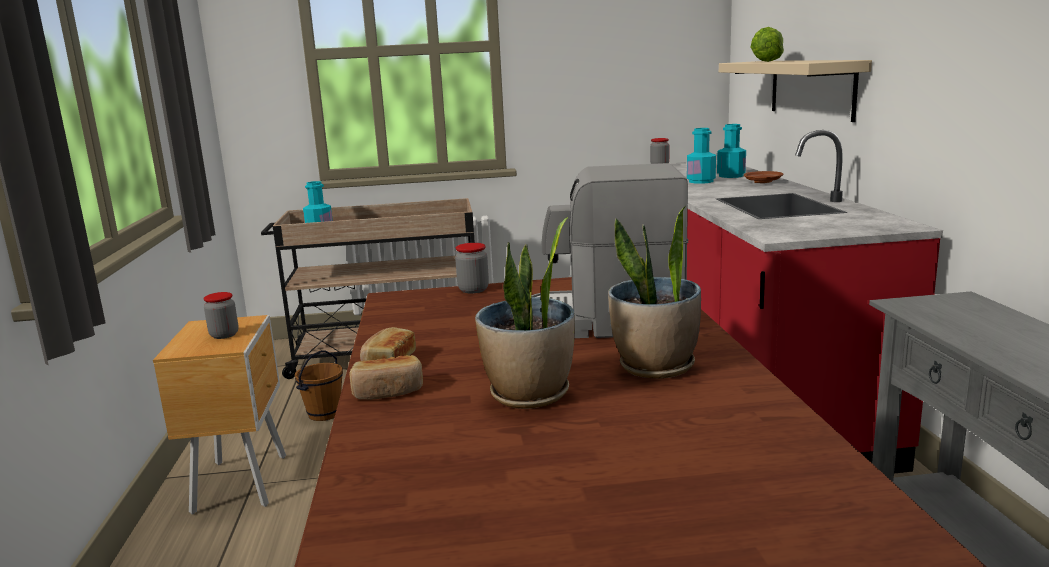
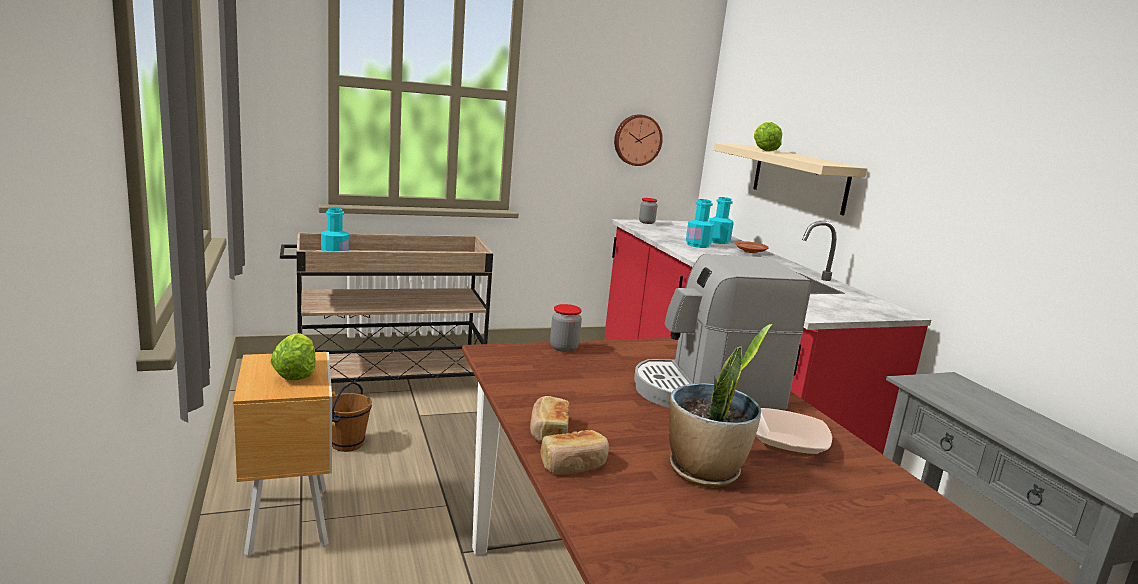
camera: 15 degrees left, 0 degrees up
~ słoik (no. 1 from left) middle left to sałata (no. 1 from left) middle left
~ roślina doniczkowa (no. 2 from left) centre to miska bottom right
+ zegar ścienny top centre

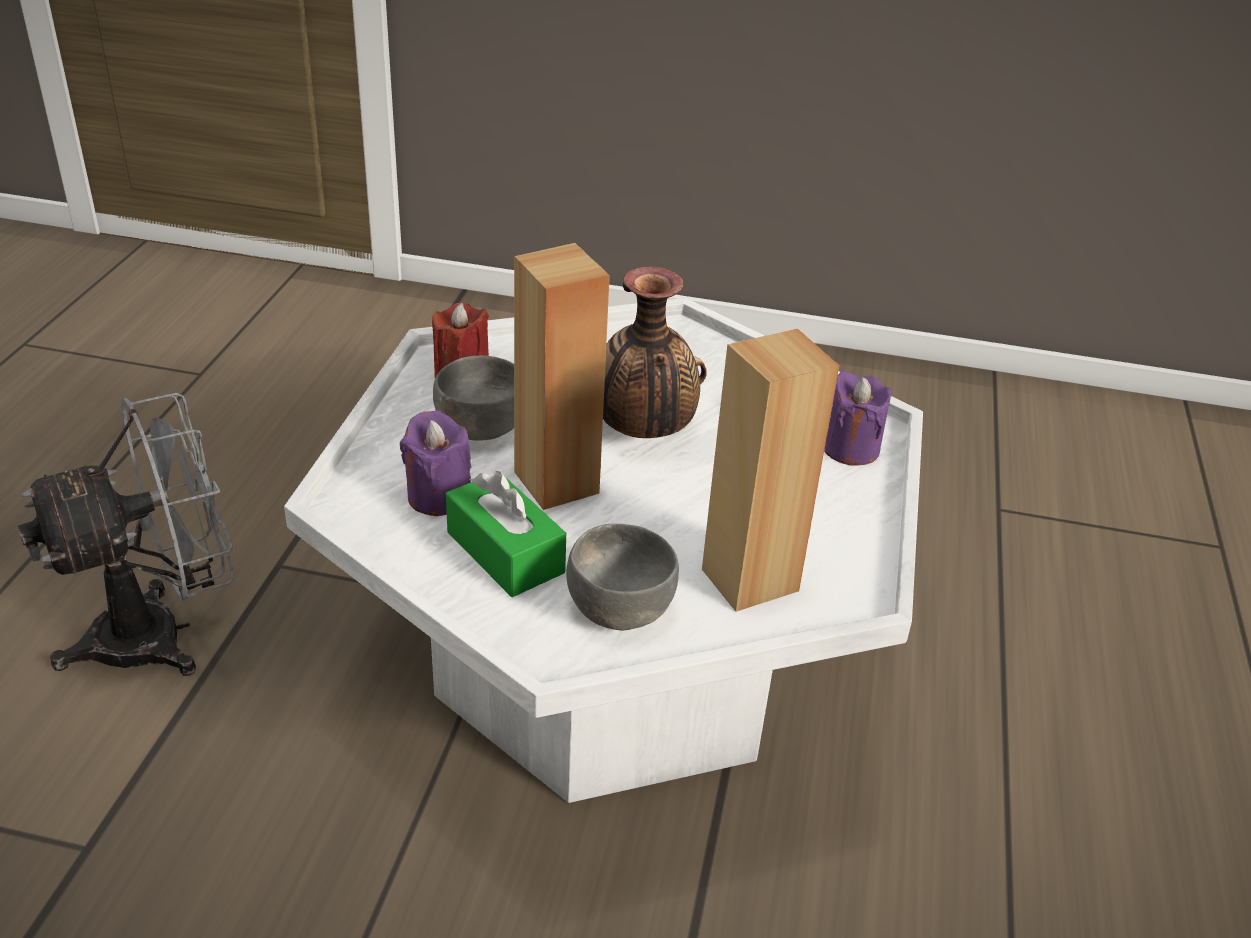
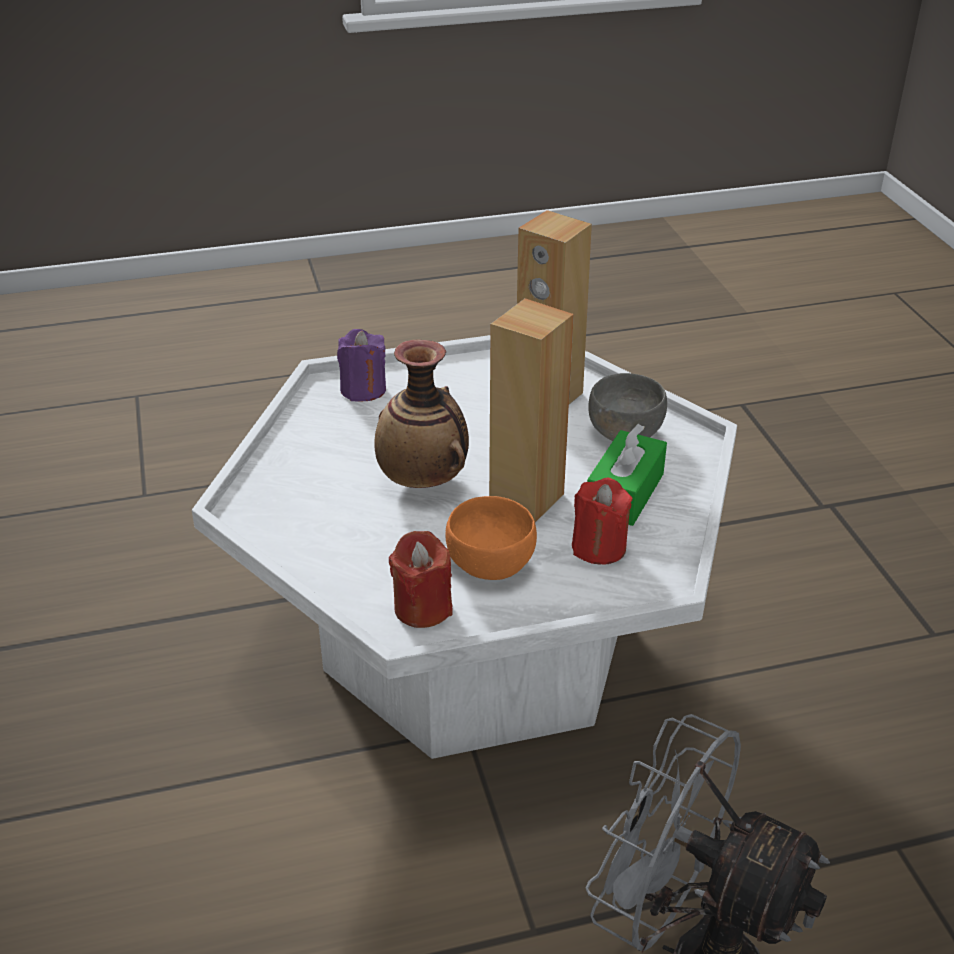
camera: 115 degrees left, 0 degrees up
~ świeca [fioletowy] (no. 1 from left) centre to świeca [czerwony] (no. 2 from left) centre
~ miska [szary] (no. 1 from left) centre to miska [pomarańczowy] centre

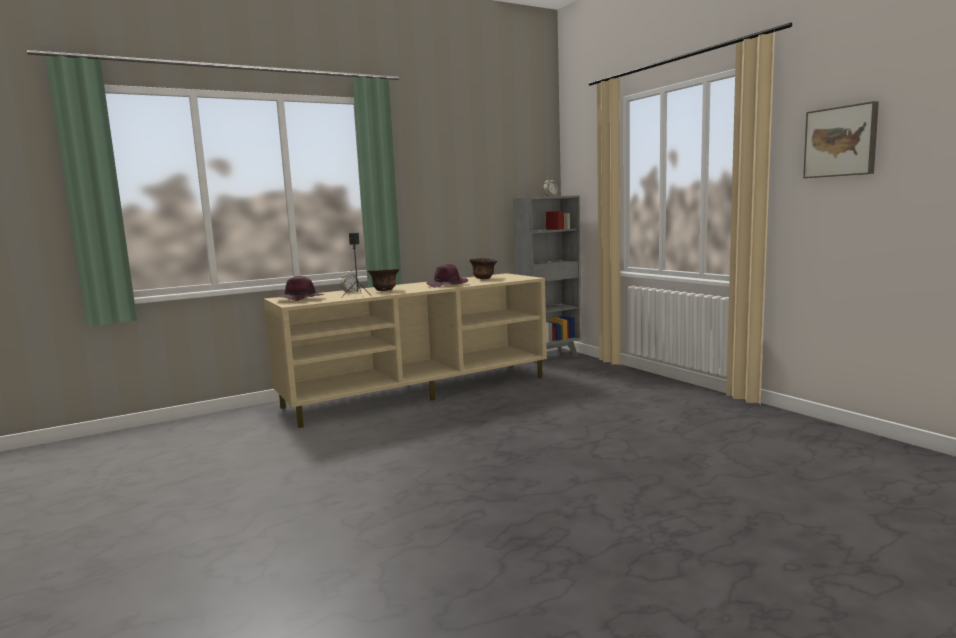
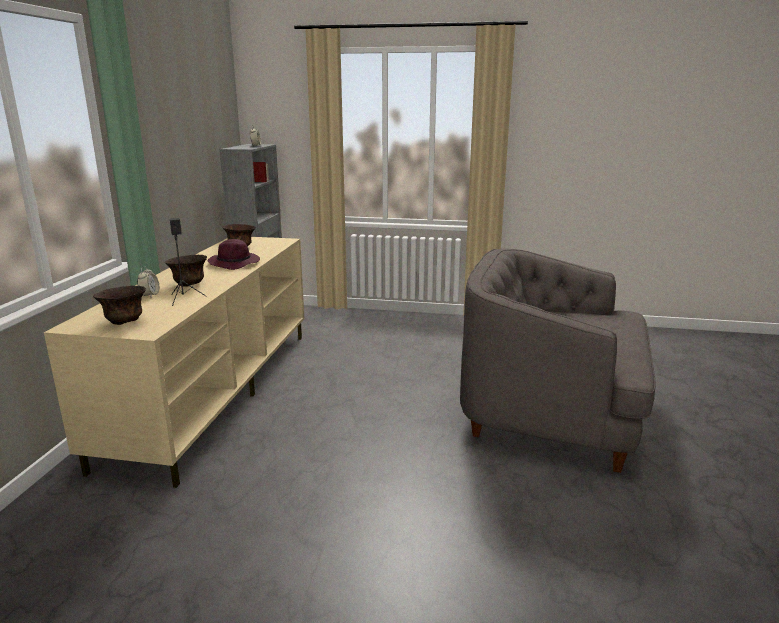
camera: 50 degrees left, 10 degrees up
~ kapelusz [fioletowy] (no. 1 from left) middle left to miska [brązowy] (no. 1 from left) middle left
- obraz top right
+ fotel [szary] middle right

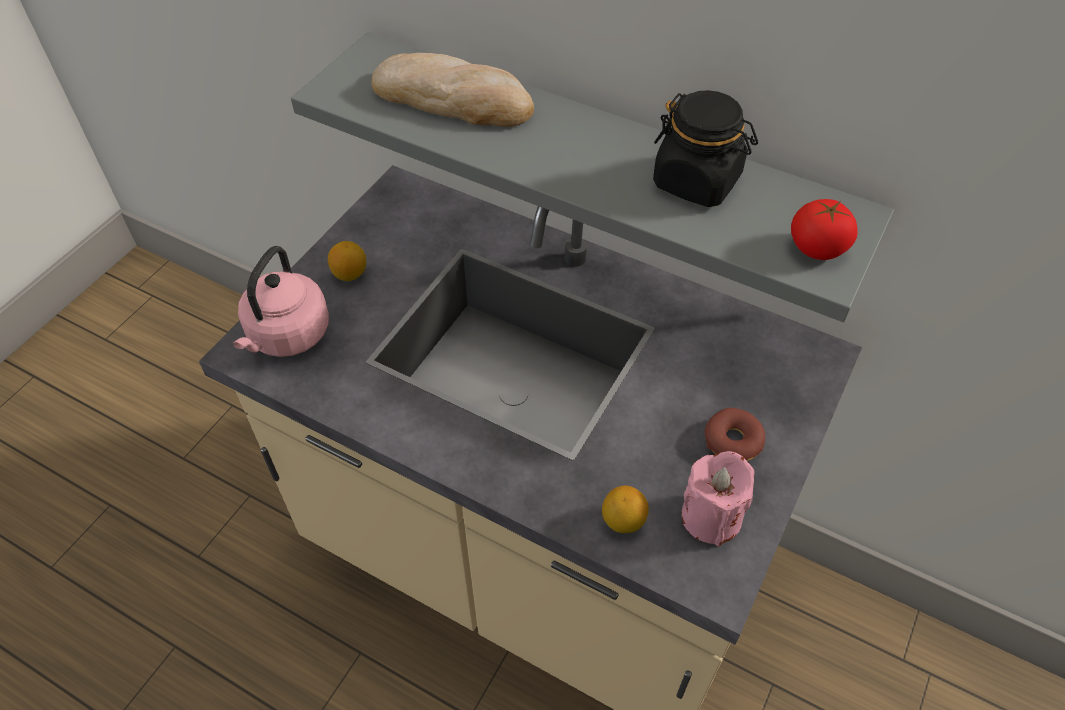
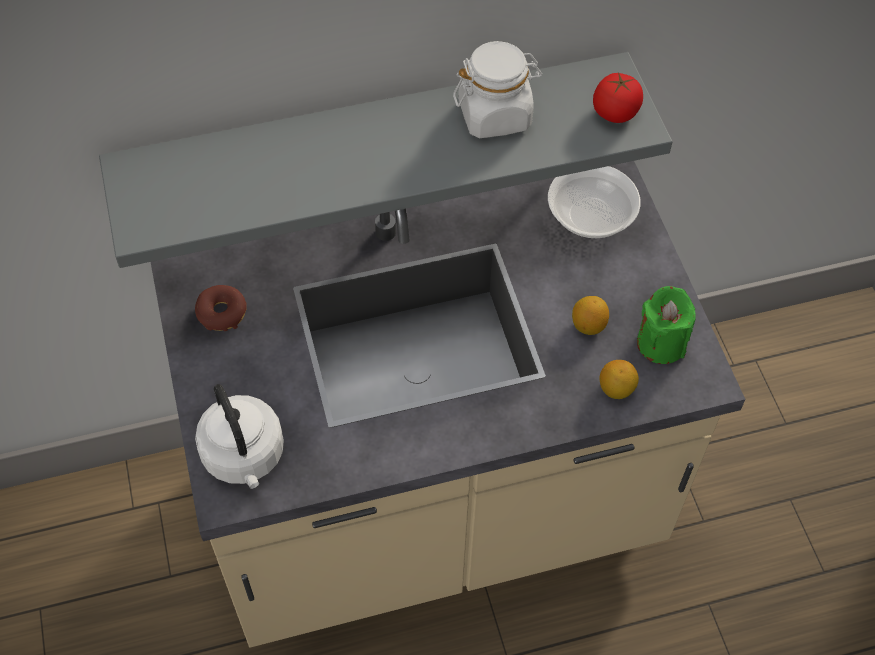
camera: 45 degrees left, 5 degrees up
~ czajnik [różowy] middle left to czajnik [biały] middle left
~ cytryna (no. 1 from left) middle left to middle right
- chleb top centre
~ słoik [czarny] top centre to słoik [biały] top centre
~ świeca [różowy] bottom right to świeca [zielony] middle right
~ donut middle right to middle left
+ miska top right

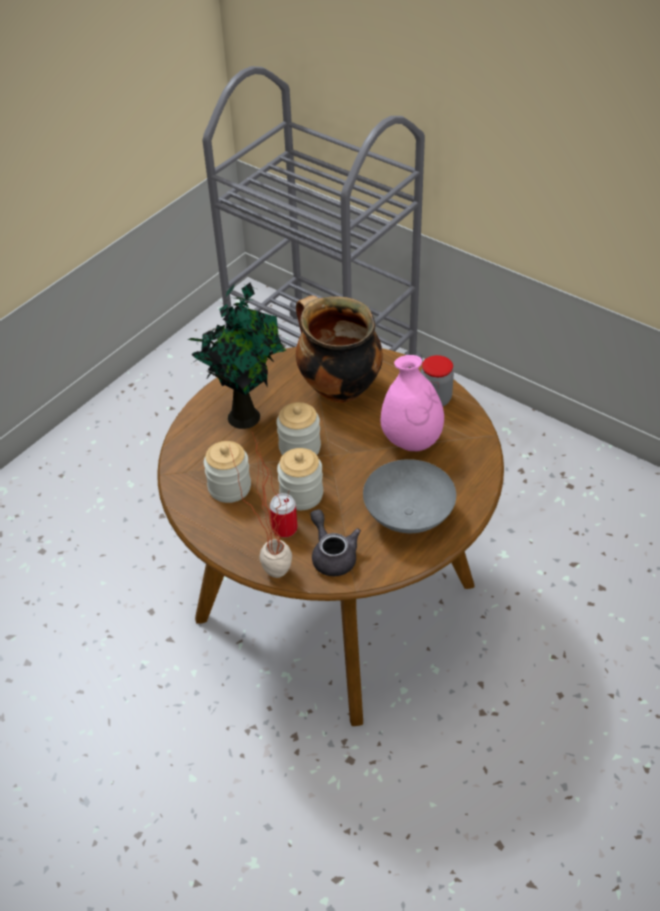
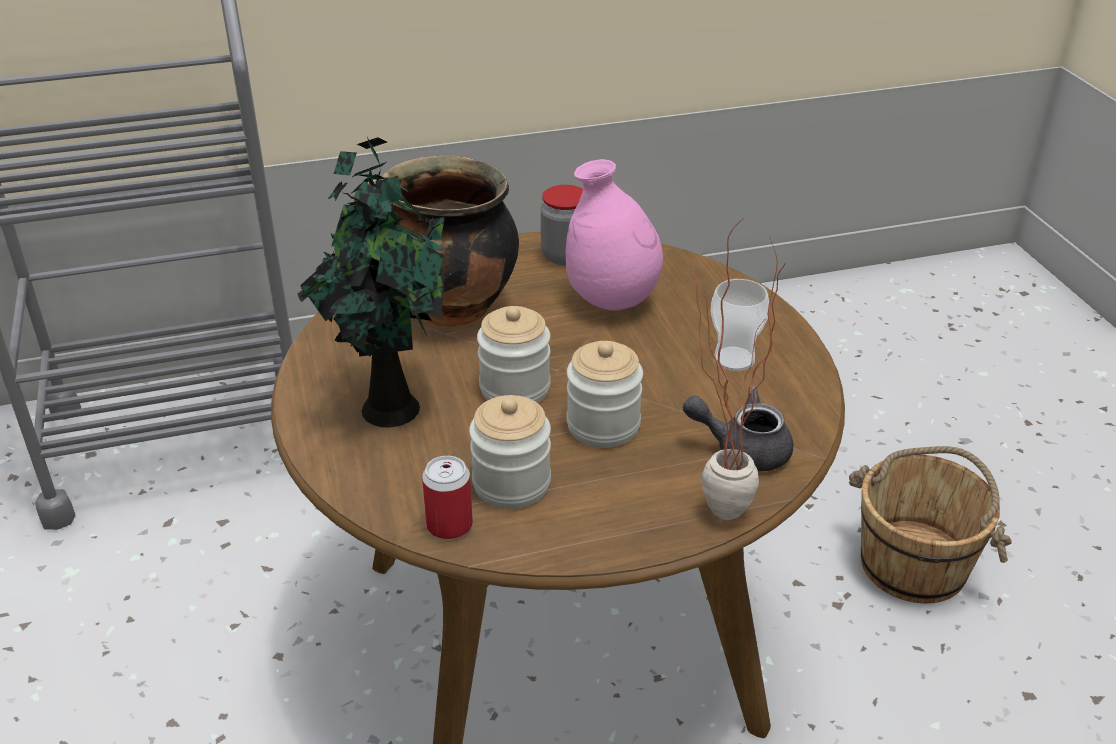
camera: 55 degrees left, 10 degrees down
~ puszka centre to bottom centre
~ miska [szary] centre to filiżanka centre
+ wiadro [brązowy] bottom right

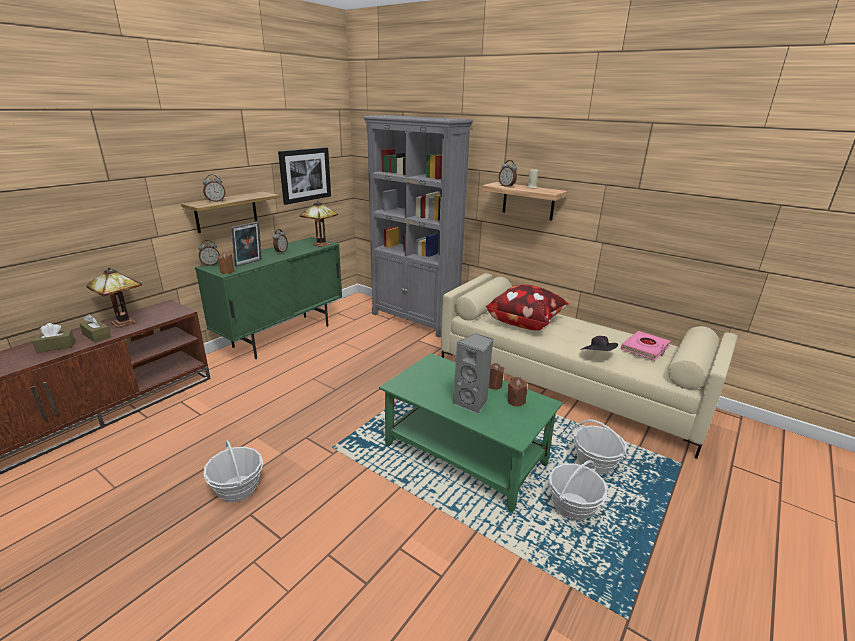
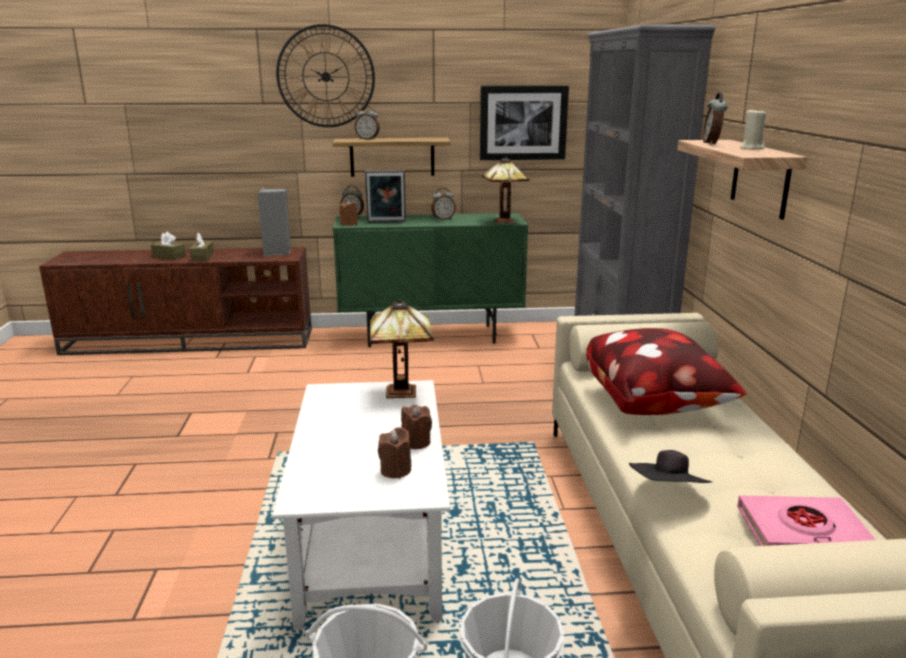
camera: 50 degrees right, 5 degrees down
~ lampa stołowa (no. 1 from left) middle left to centre
- koszyk (no. 1 from left) bottom left
~ ława [zielony] bottom centre to ława [biały] bottom centre
~ głośnik [szary] centre to middle left
+ zegar ścienny top centre

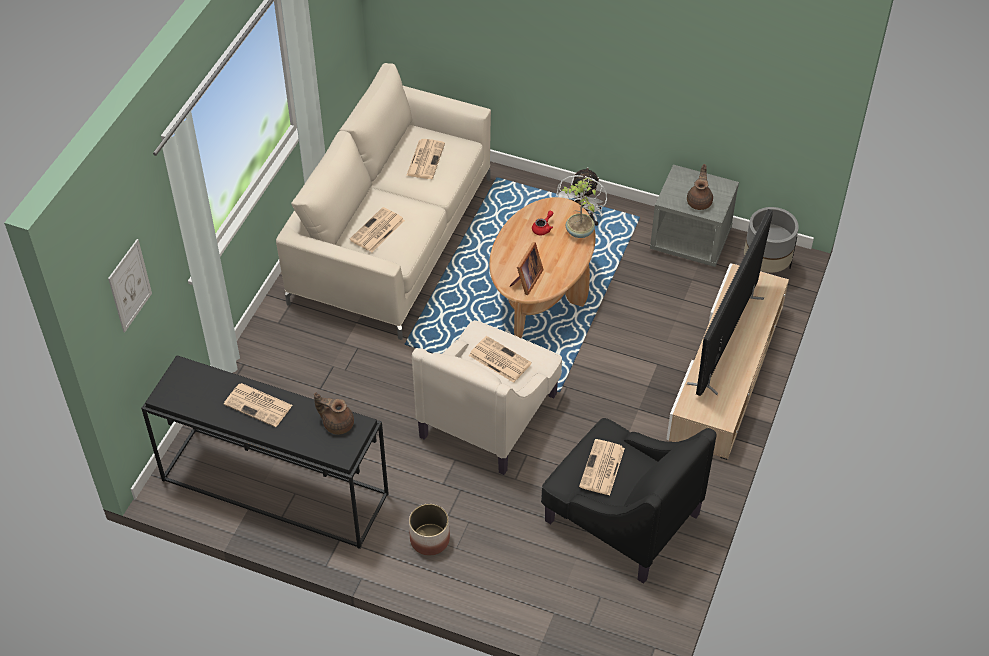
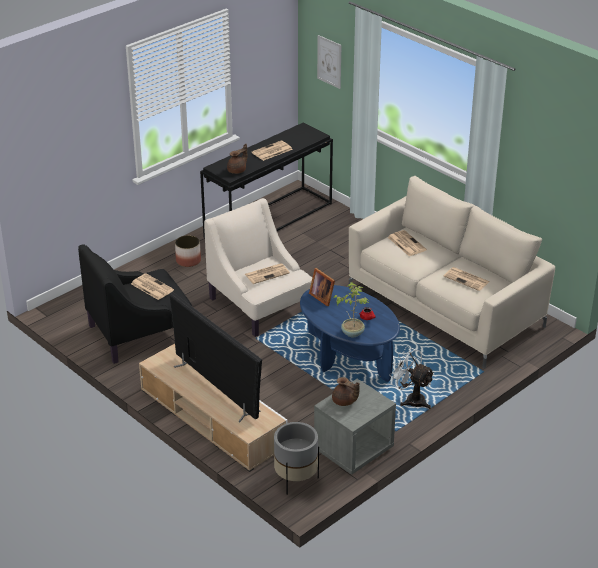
camera: 115 degrees right, 15 degrees down
~ ława [brązowy] centre to ława [niebieski] centre

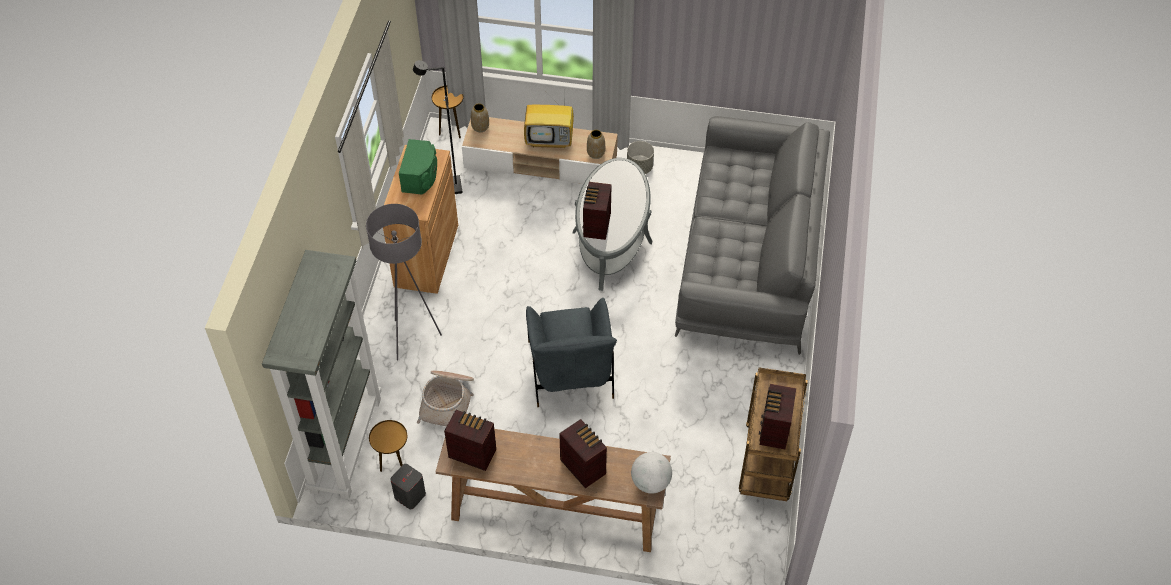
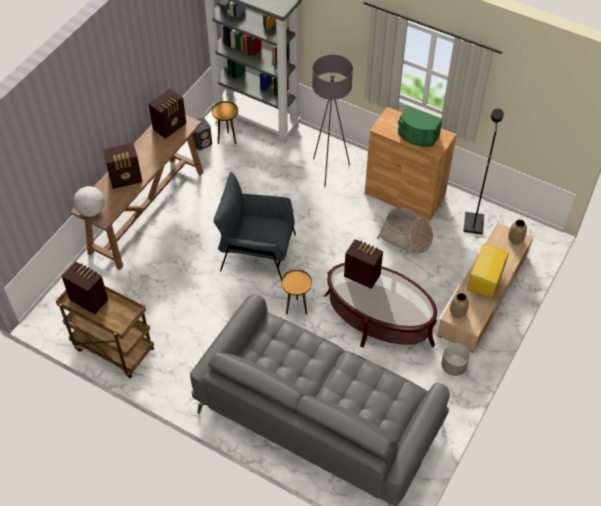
camera: 110 degrees right, 0 degrees up
~ koszyk bottom centre to middle right
~ stolik [brązowy] (no. 2 from left) top centre to centre
~ ława [szary] centre to ława [brązowy] centre

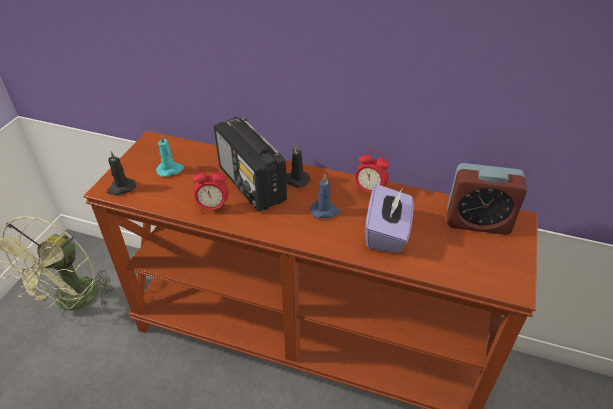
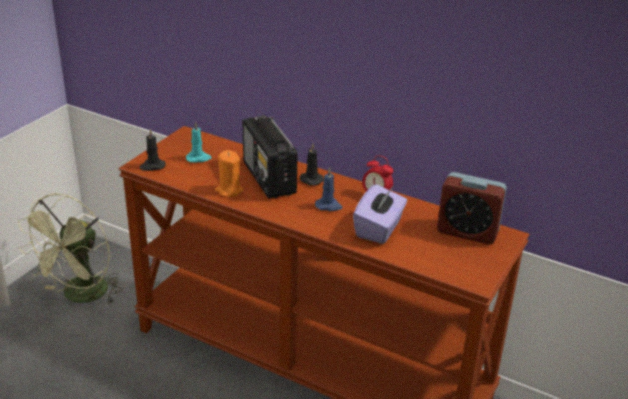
camera: 10 degrees right, 10 degrees down
~ budzik (no. 1 from left) centre to świeca [pomarańczowy] centre

